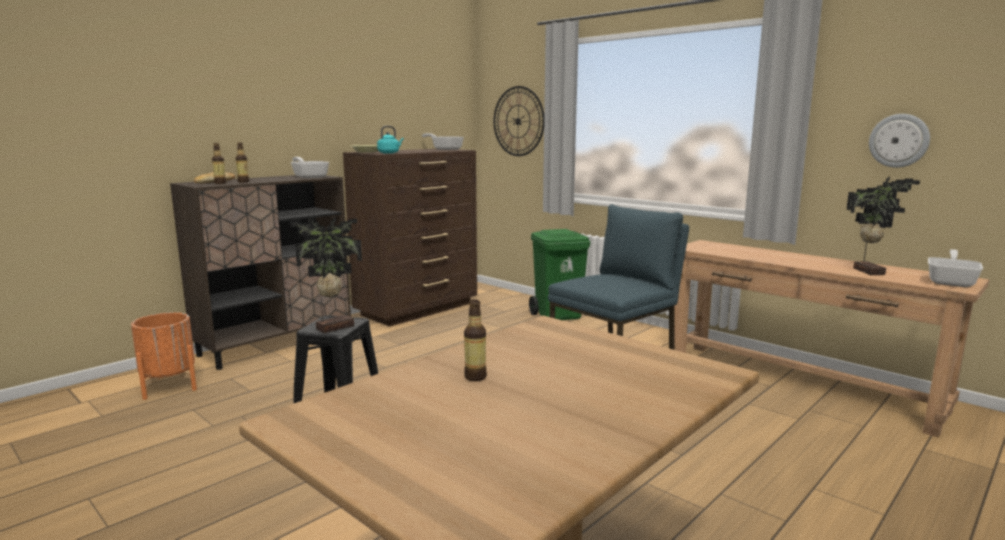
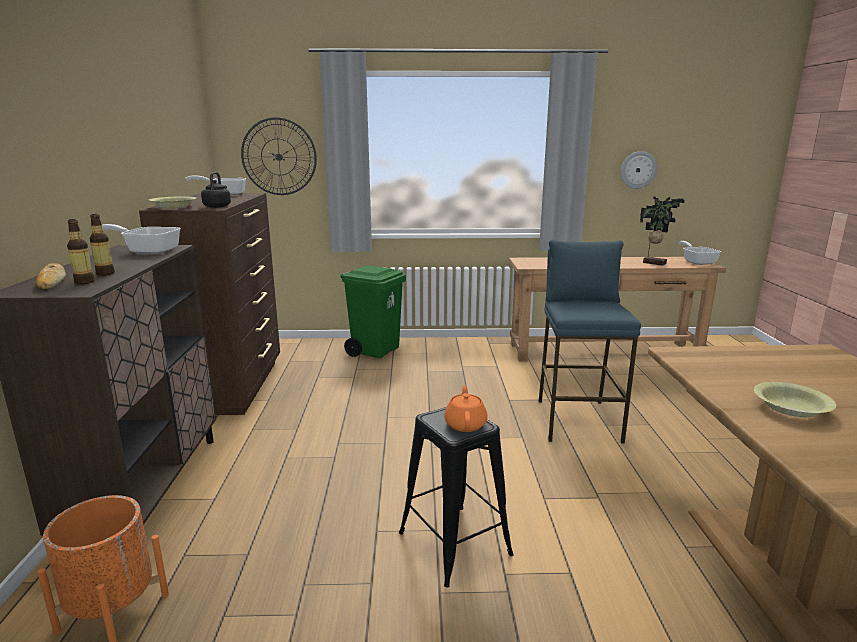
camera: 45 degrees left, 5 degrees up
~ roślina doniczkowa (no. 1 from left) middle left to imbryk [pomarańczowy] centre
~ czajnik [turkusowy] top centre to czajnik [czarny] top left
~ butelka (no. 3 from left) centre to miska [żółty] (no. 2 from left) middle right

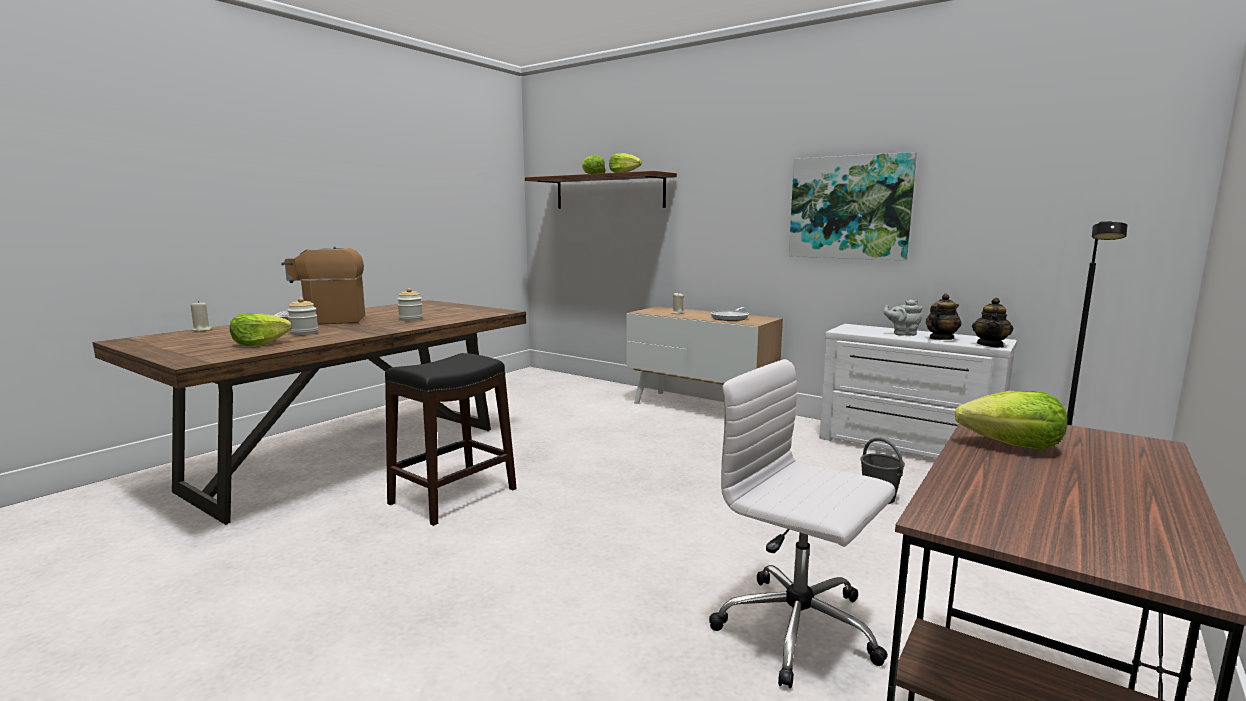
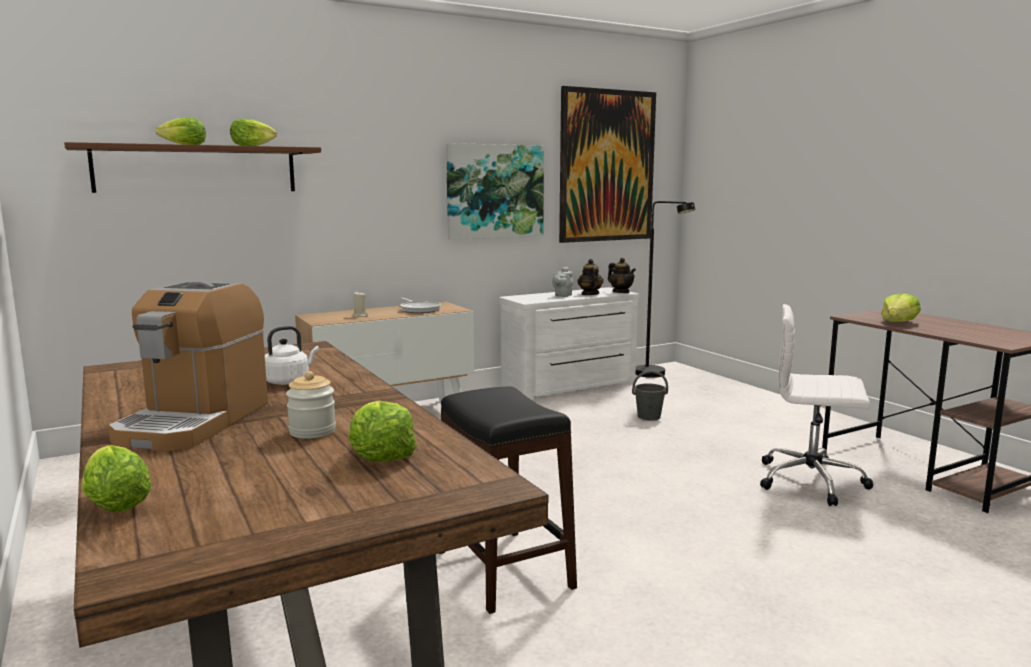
camera: 65 degrees left, 0 degrees up
~ świeca [beżowy] (no. 1 from left) middle left to sałata (no. 1 from left) bottom left
~ słoik (no. 2 from left) middle left to czajnik [biały] middle left
~ krzesło biurowe [biały] bottom centre = middle right 45 degrees clockwise
+ obraz (no. 2 from left) top centre

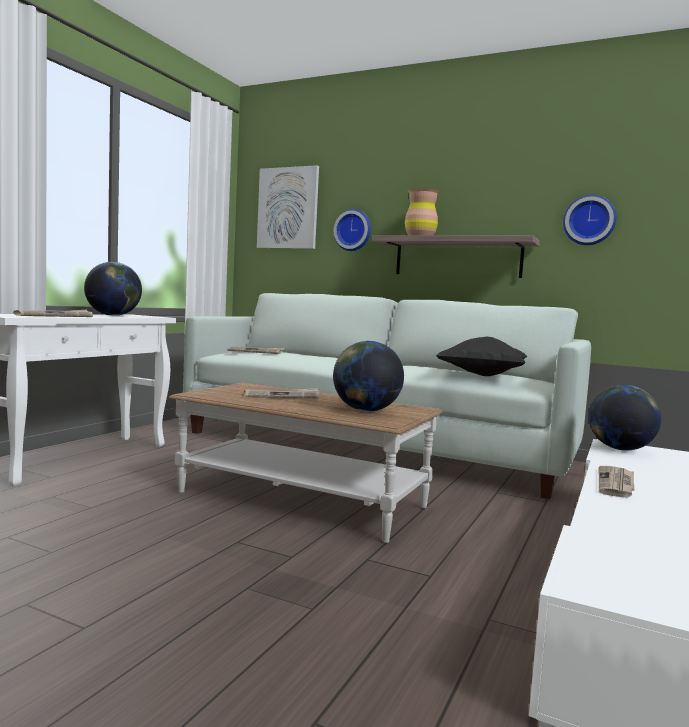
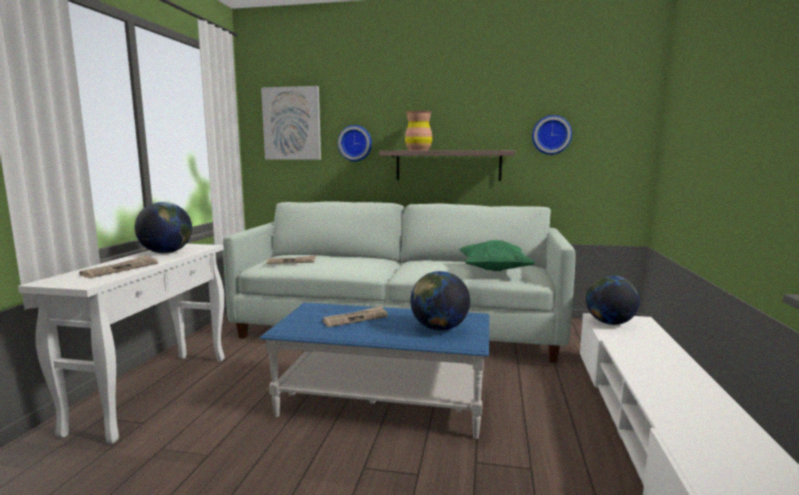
camera: 15 degrees left, 5 degrees up
~ ława [brązowy] centre to ława [niebieski] bottom centre
~ poduszka [czarny] middle right to poduszka [zielony] centre
- gazeta (no. 4 from left) middle right

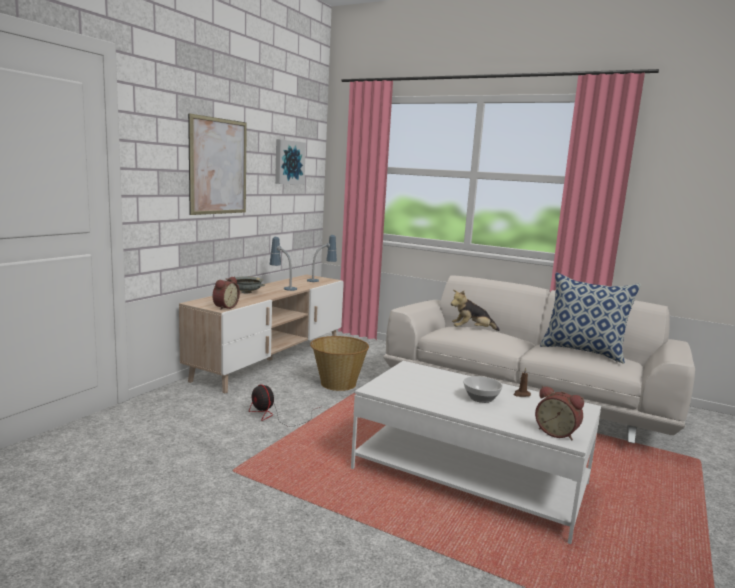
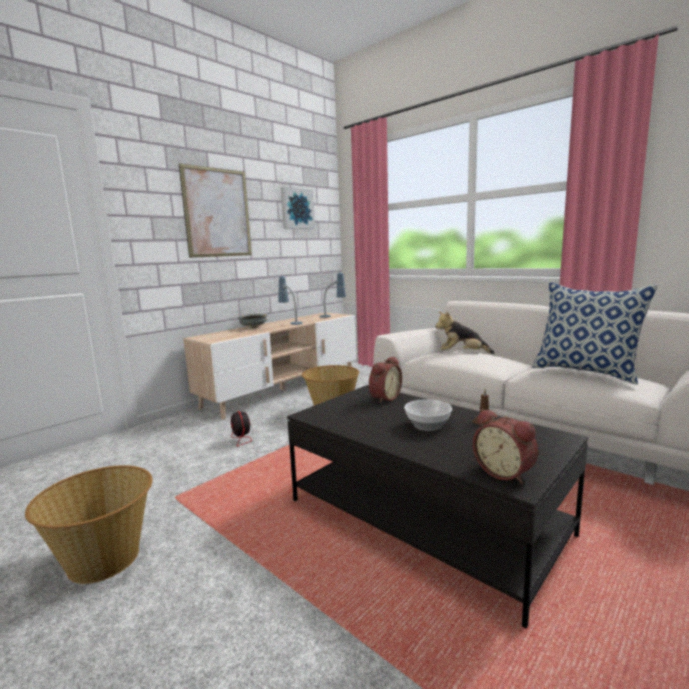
camera: 15 degrees right, 0 degrees up
~ budzik (no. 1 from left) middle left to centre
~ ława [biały] bottom centre to ława [czarny] bottom centre
+ koszyk (no. 1 from left) bottom left

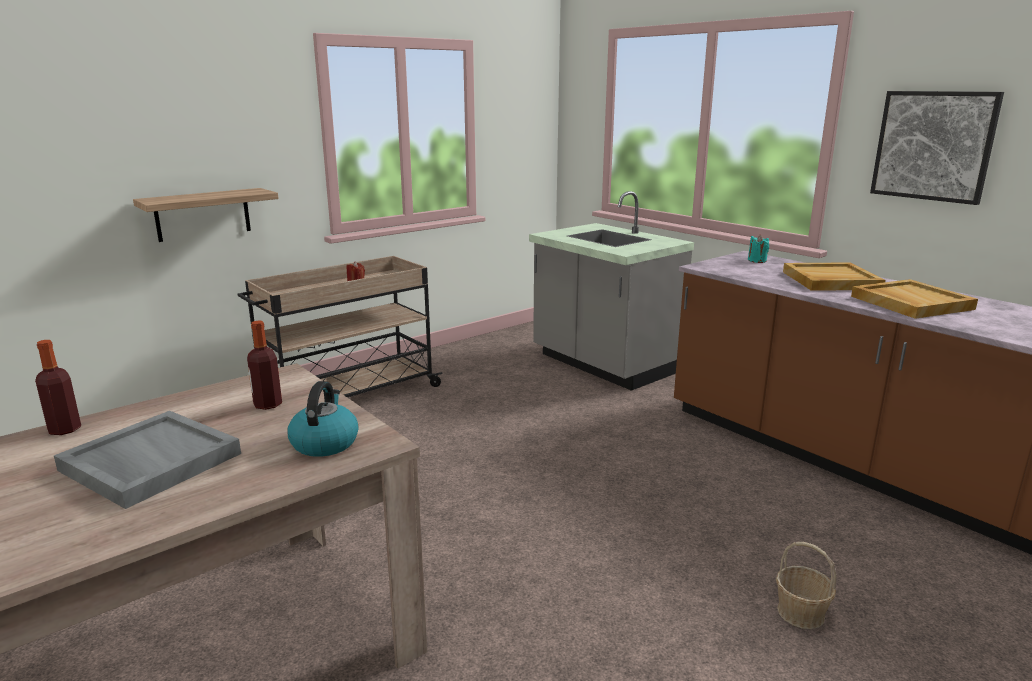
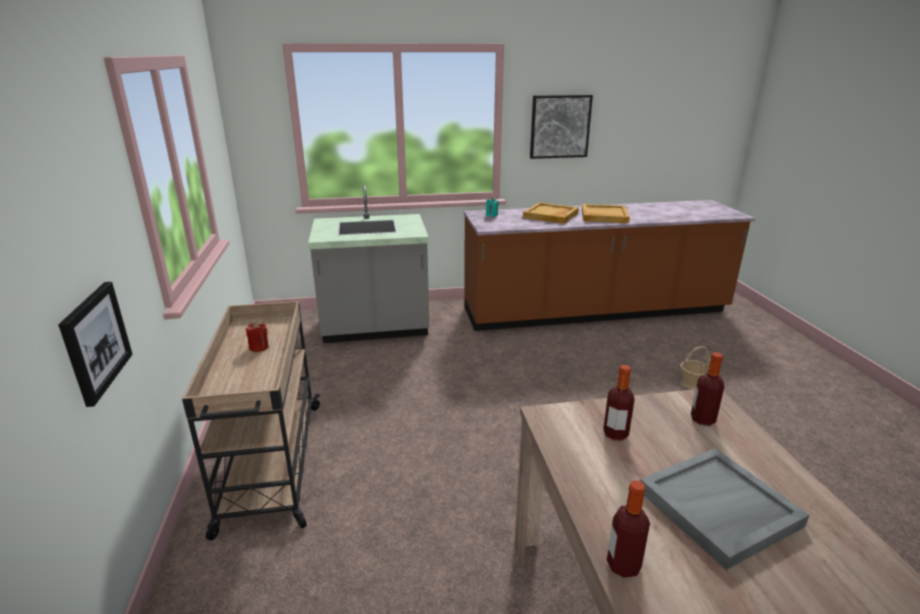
camera: 60 degrees left, 5 degrees up
~ półka top left to obraz (no. 1 from left) middle left
~ czajnik middle left to butelka (no. 3 from left) middle right

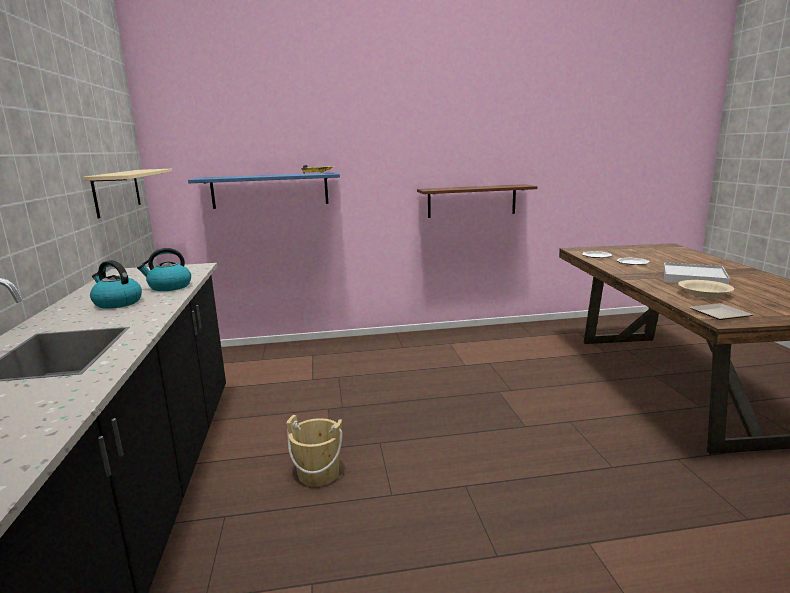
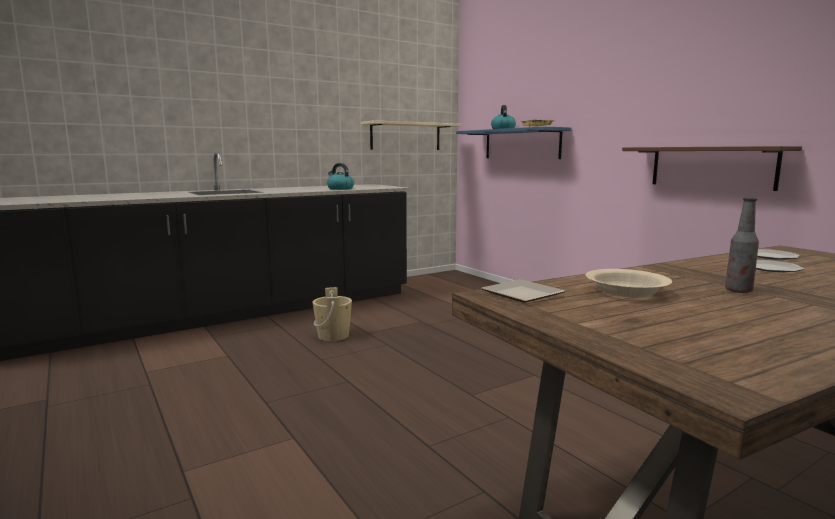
camera: 65 degrees right, 5 degrees down
~ czajnik (no. 1 from left in the first image) middle left to czajnik (no. 2 from left) top centre
~ taca [biały] middle right to butelka middle right

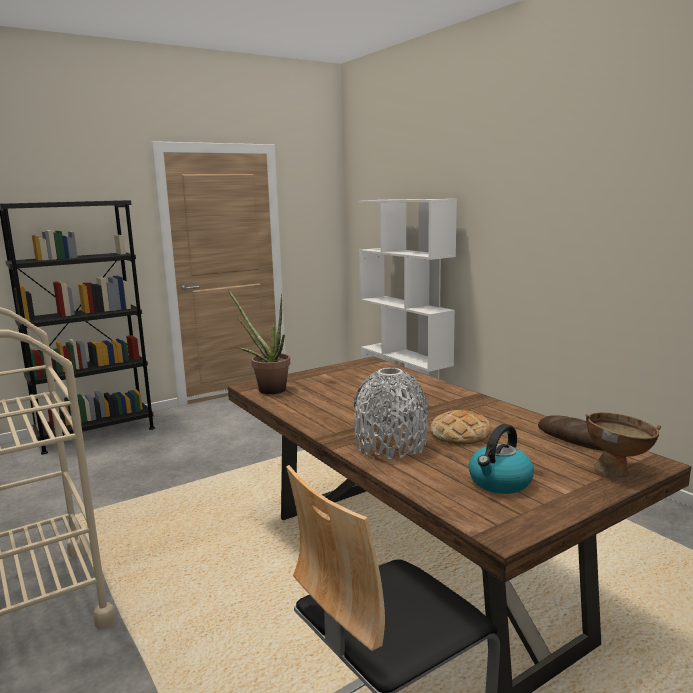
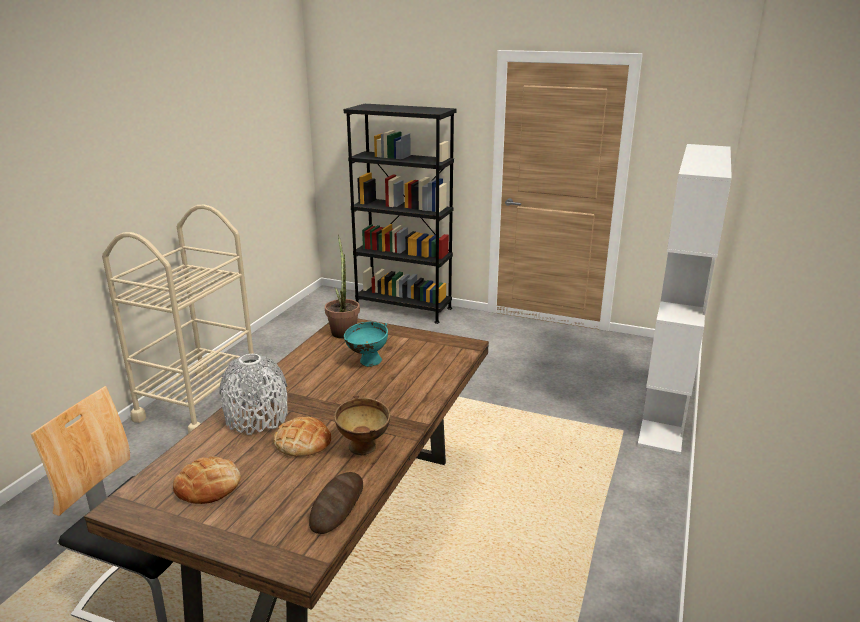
camera: 55 degrees right, 10 degrees up
~ czajnik middle right to chleb (no. 1 from left) bottom left
~ miska [brązowy] middle right to bottom centre
+ miska [turkusowy] centre

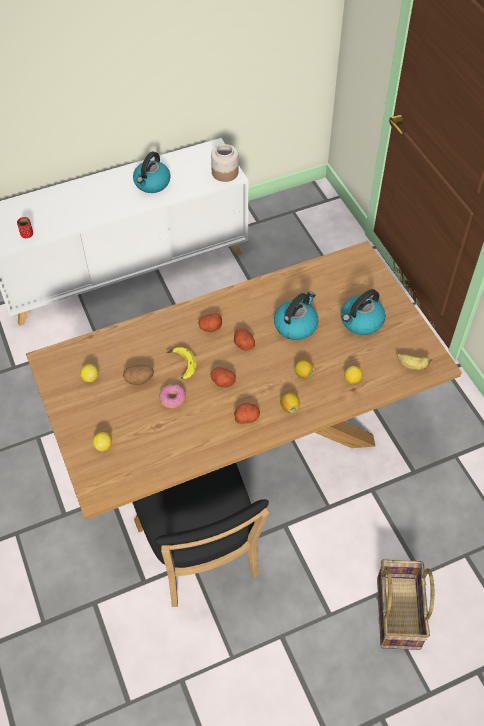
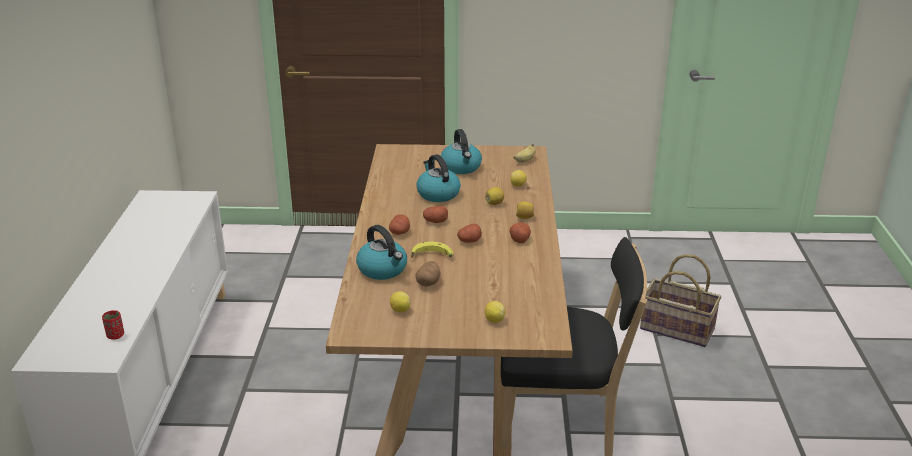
camera: 65 degrees left, 25 degrees down
~ czajnik (no. 1 from left) top left to centre
- donut centre
- słoik top centre

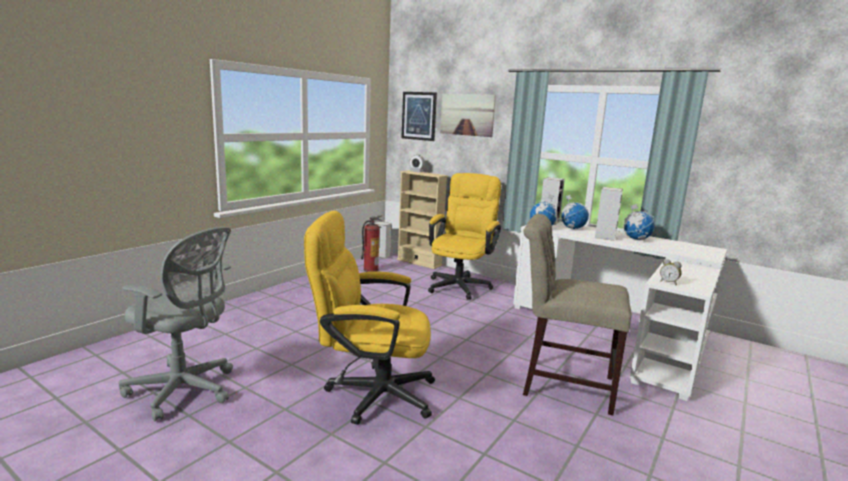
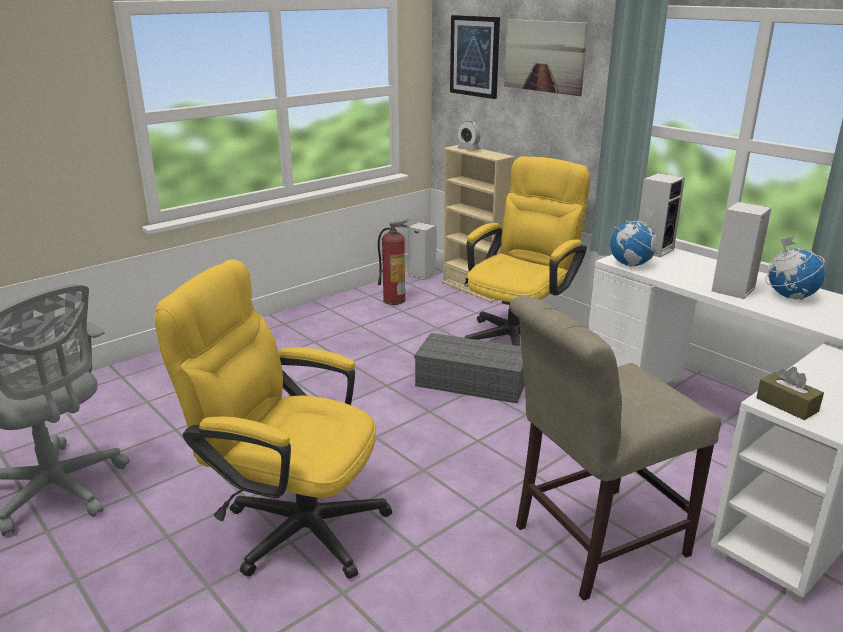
camera: 15 degrees right, 10 degrees up
~ krzesło [beżowy] middle right = bottom right 60 degrees counterclockwise
- globus (no. 2 from left) middle right
~ budzik (no. 2 from left) middle right to pudełko chusteczek [brązowy] middle right
+ pojemnik do przechowywania [szary] centre

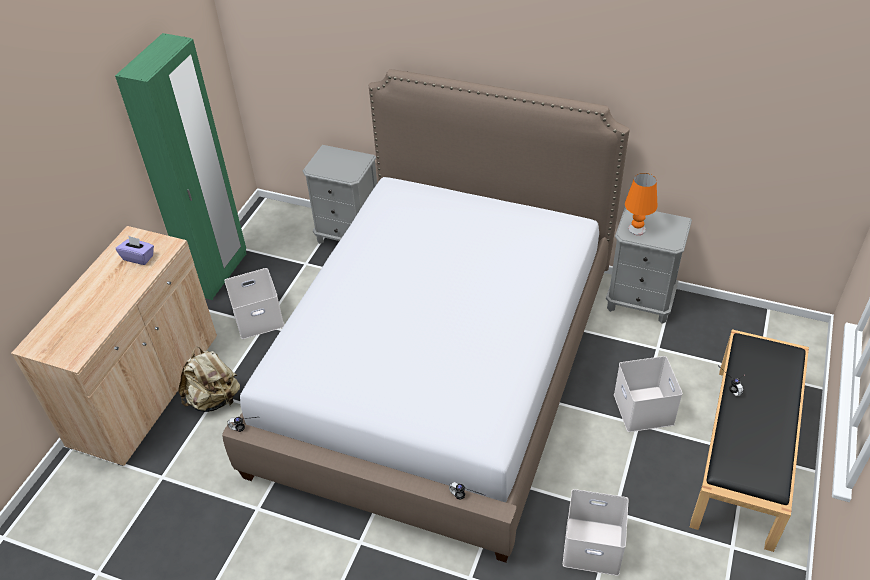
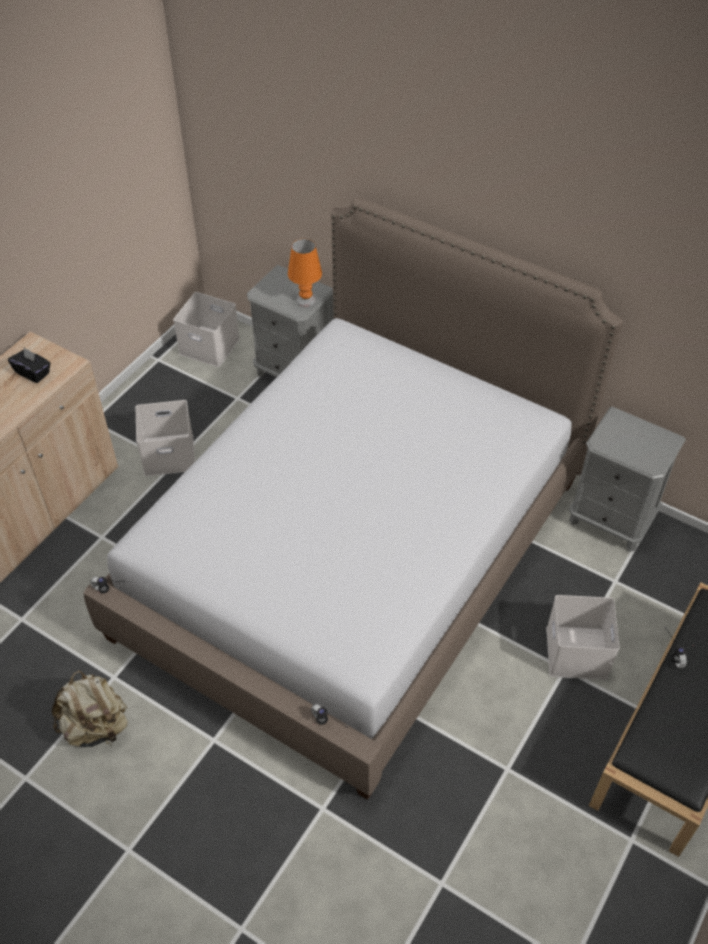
camera: 10 degrees right, 5 degrees up
- szafa [zielony] top left
~ pudełko chusteczek [fioletowy] middle left to pudełko chusteczek [czarny] middle left
~ plecak [beżowy] middle left to bottom left
~ pojemnik do przechowywania [biały] (no. 2 from left) bottom right to middle left
~ lampa stołowa [pomarańczowy] middle right to top centre

